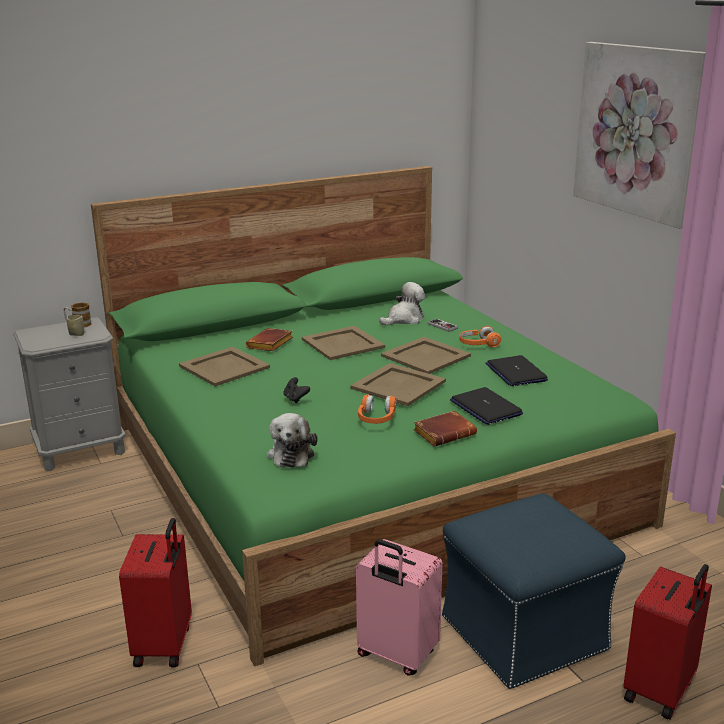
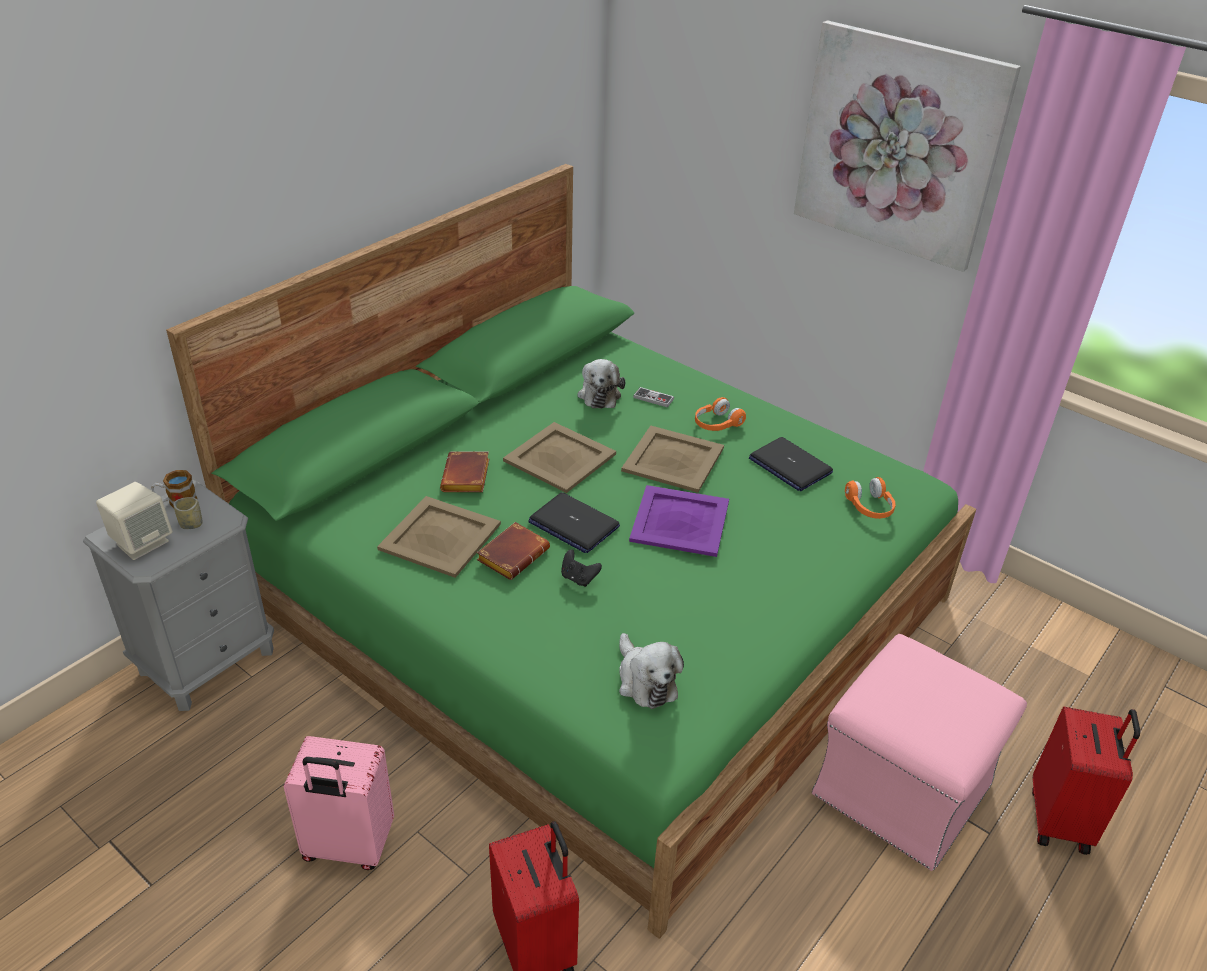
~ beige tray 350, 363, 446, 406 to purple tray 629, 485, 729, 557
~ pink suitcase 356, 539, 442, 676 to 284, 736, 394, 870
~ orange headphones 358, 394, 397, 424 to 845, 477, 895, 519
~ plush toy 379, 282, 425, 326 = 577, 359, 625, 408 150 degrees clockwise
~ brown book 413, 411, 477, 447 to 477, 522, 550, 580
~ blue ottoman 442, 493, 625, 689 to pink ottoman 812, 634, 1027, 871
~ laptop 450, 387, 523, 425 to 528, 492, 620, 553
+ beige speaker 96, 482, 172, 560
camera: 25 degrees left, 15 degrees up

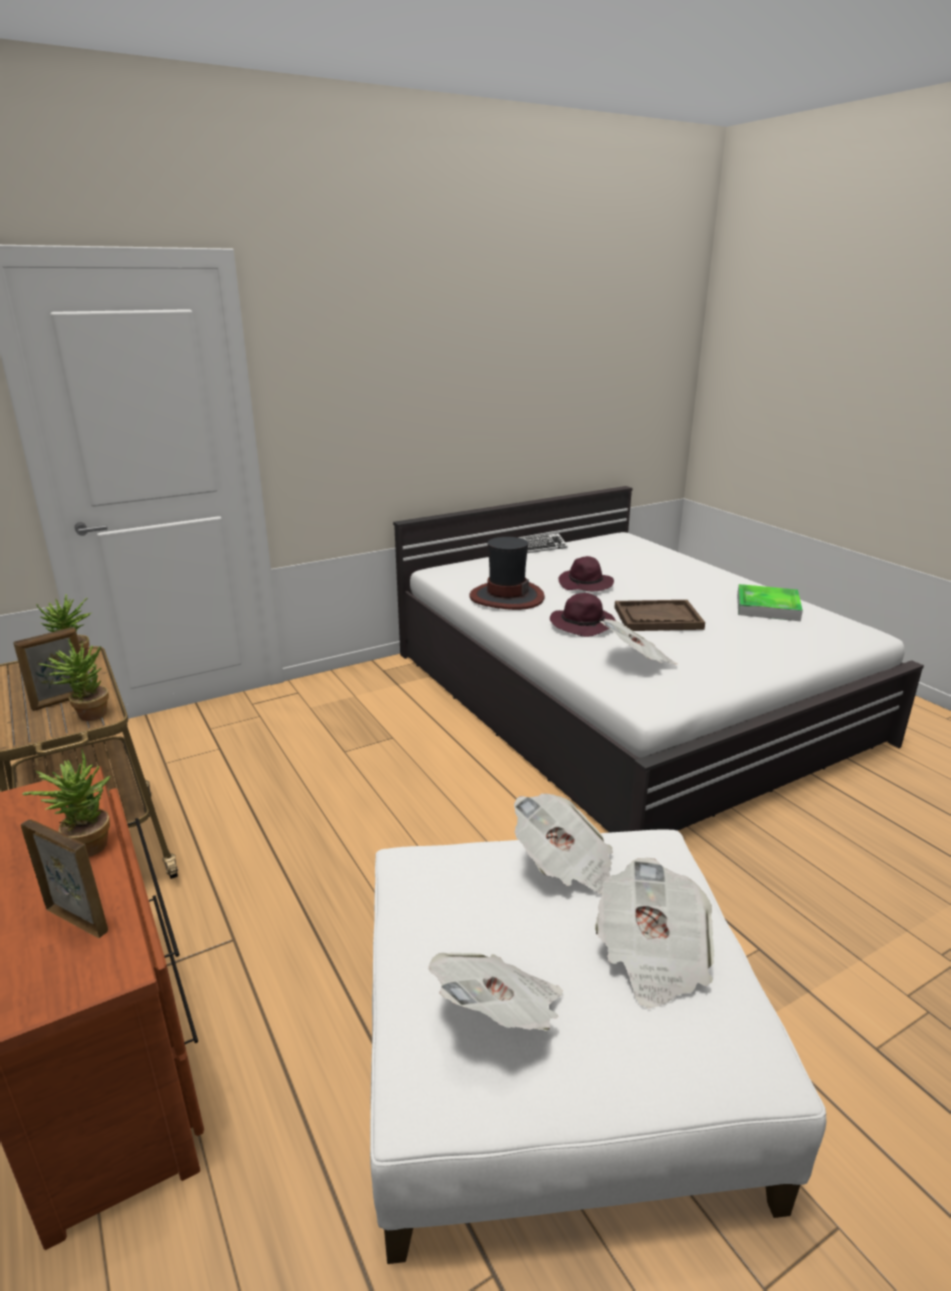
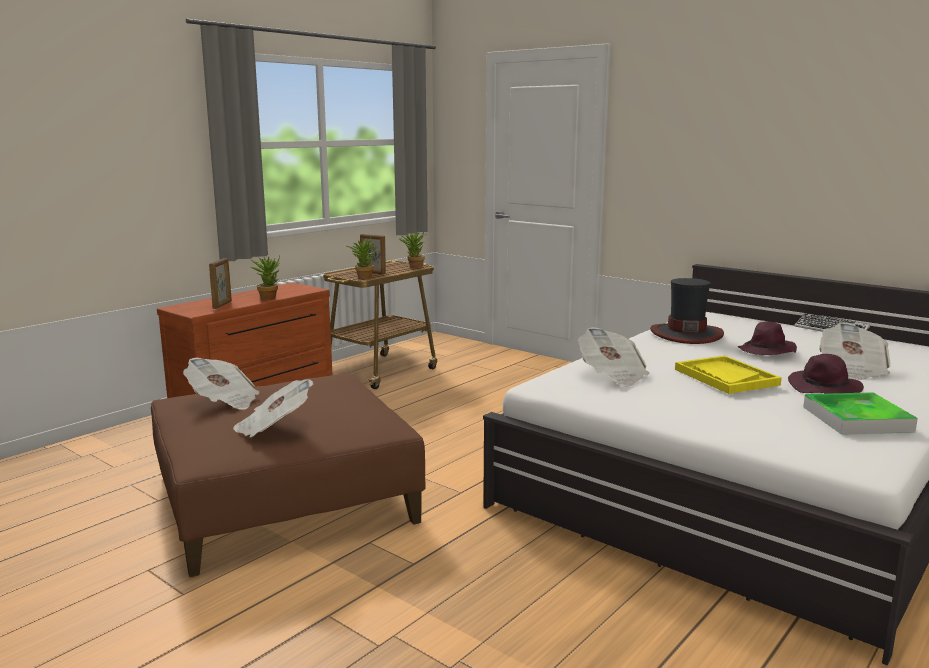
~ white ottoman 370, 830, 826, 1264 to brown ottoman 151, 374, 426, 577
~ newspaper 514, 794, 613, 894 to 819, 323, 891, 380
~ purple hat 550, 593, 616, 637 to 788, 354, 864, 394
~ brown tray 614, 600, 705, 631 to yellow tray 675, 355, 782, 394
camera: 70 degrees right, 10 degrees down

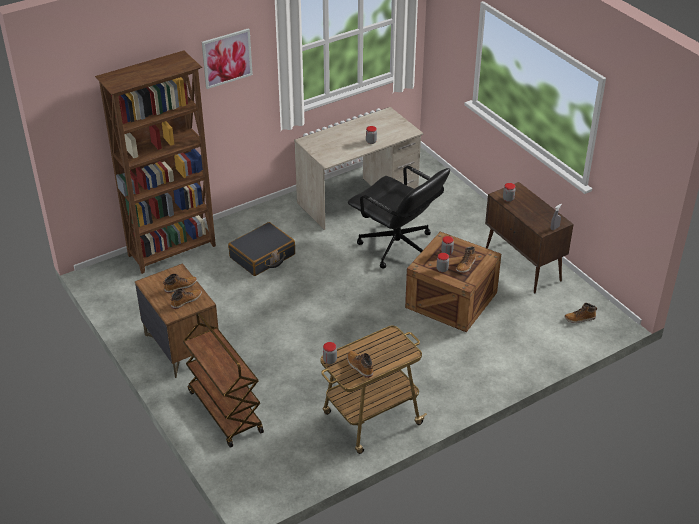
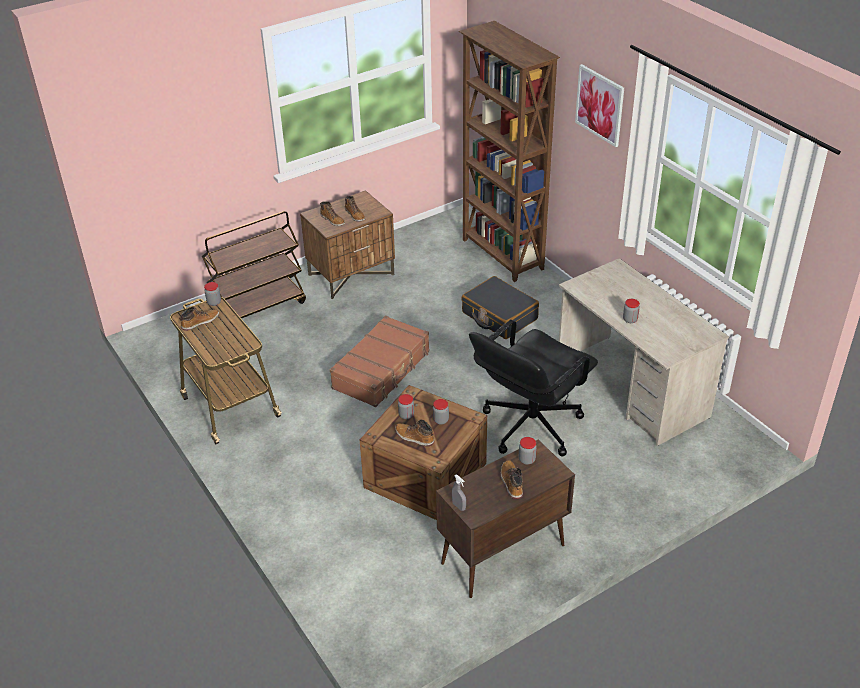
~ boot 564, 303, 597, 323 to 501, 460, 523, 499
+ brown suitcase 330, 316, 430, 407
camera: 90 degrees right, 0 degrees up

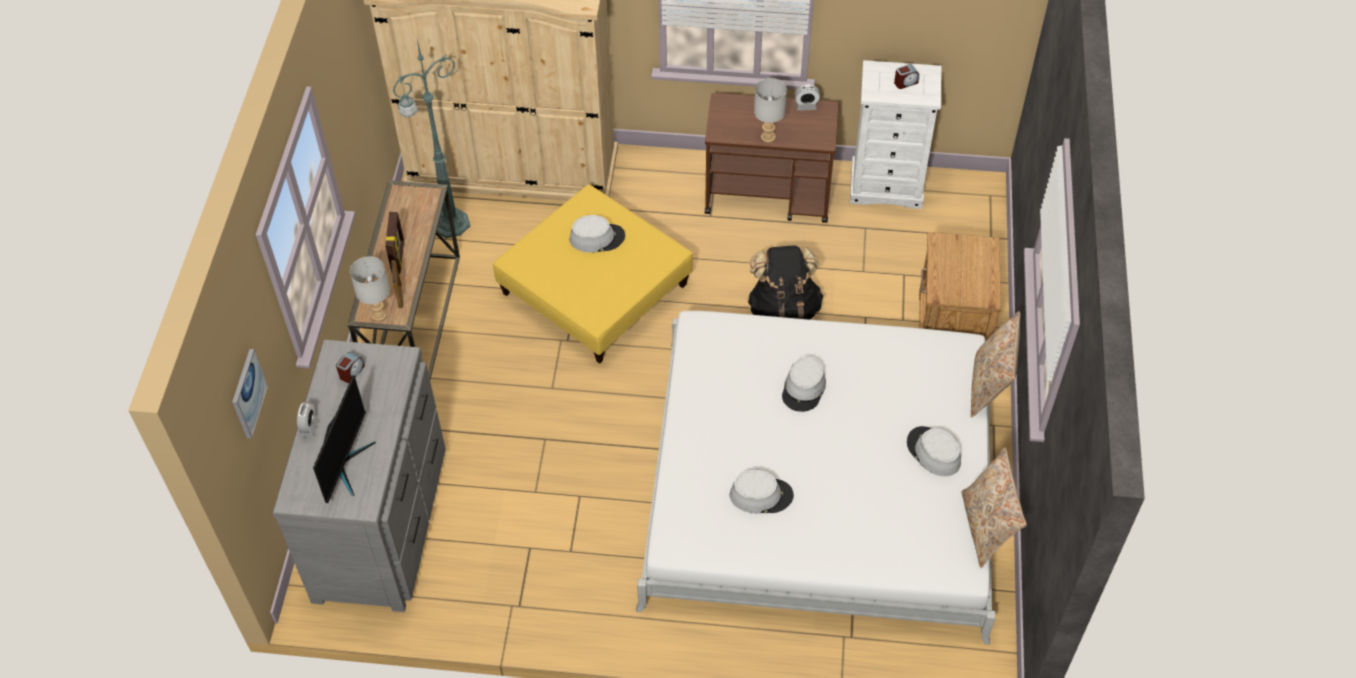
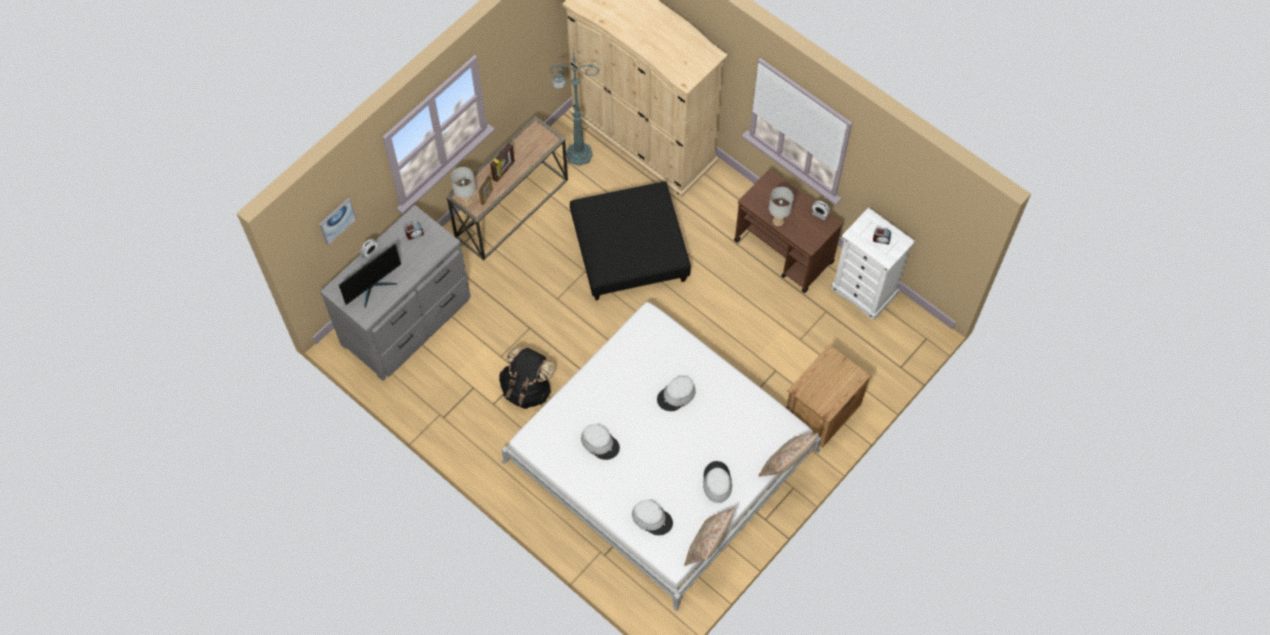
~ yellow ottoman 493, 184, 693, 364 to black ottoman 570, 181, 691, 300
~ grey hat 569, 215, 625, 253 to 632, 500, 673, 535
~ black backpack 747, 245, 824, 320 to 499, 345, 555, 409
camera: 35 degrees right, 10 degrees up

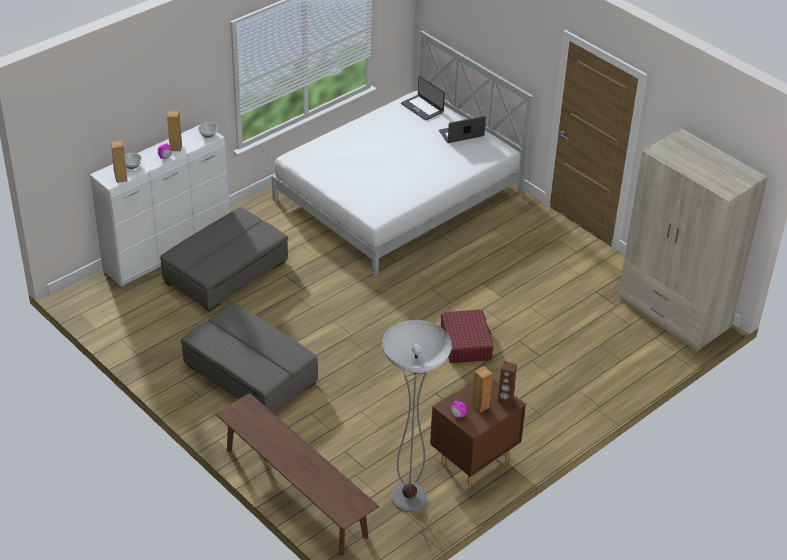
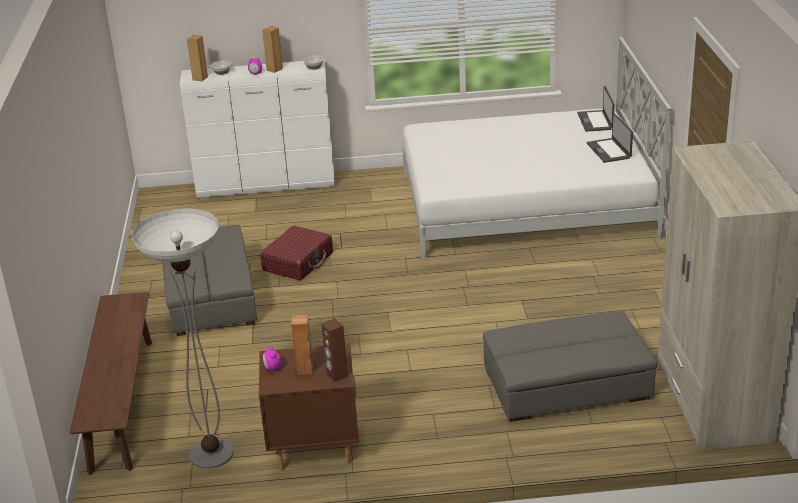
~ grey ottoman 160, 207, 288, 311 to 483, 311, 657, 422
~ laptop 439, 116, 486, 143 = 587, 113, 633, 163 120 degrees counterclockwise
~ red suitcase 441, 309, 494, 363 to 260, 226, 333, 280
camera: 40 degrees right, 10 degrees down

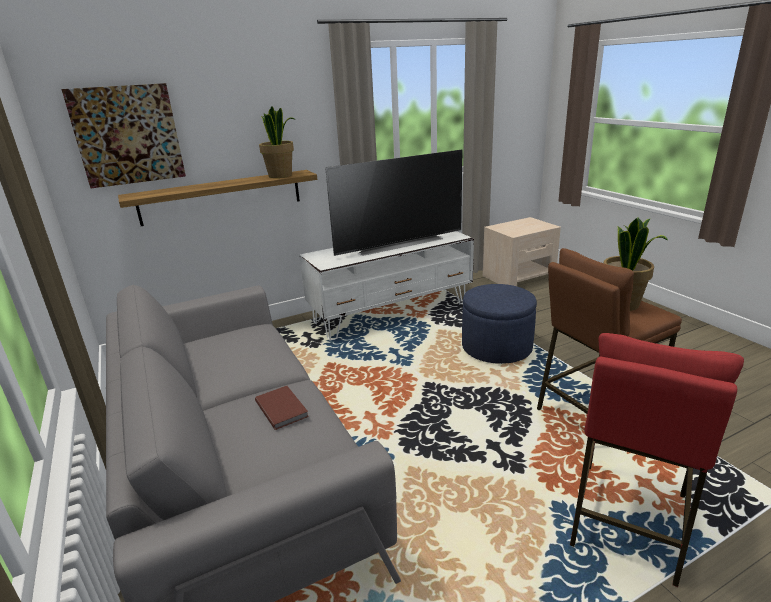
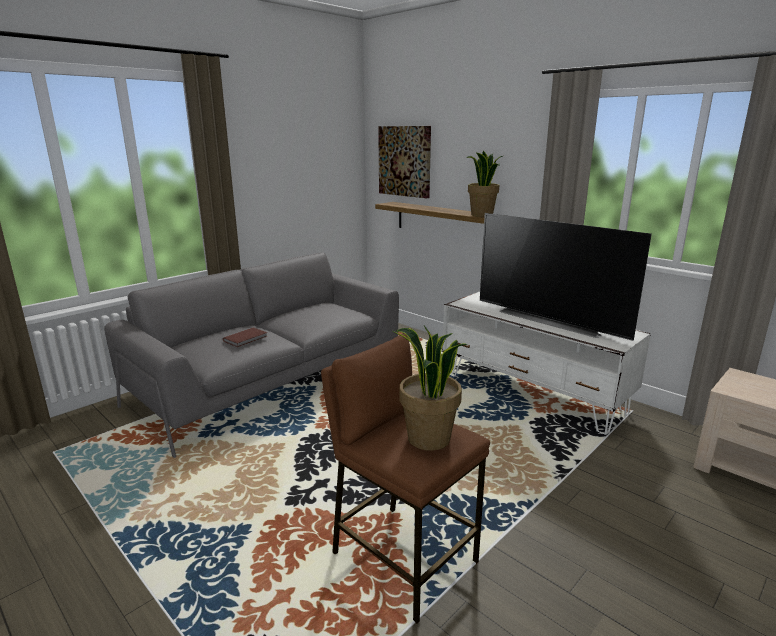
- blue ottoman 462, 284, 537, 364
- red stool 570, 333, 744, 587
camera: 70 degrees right, 5 degrees down

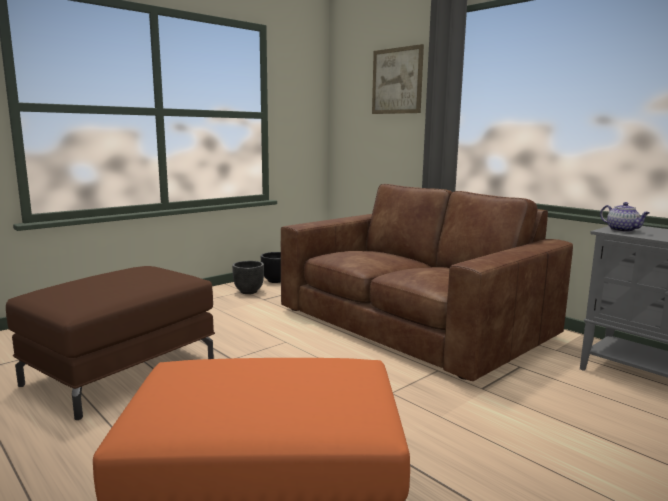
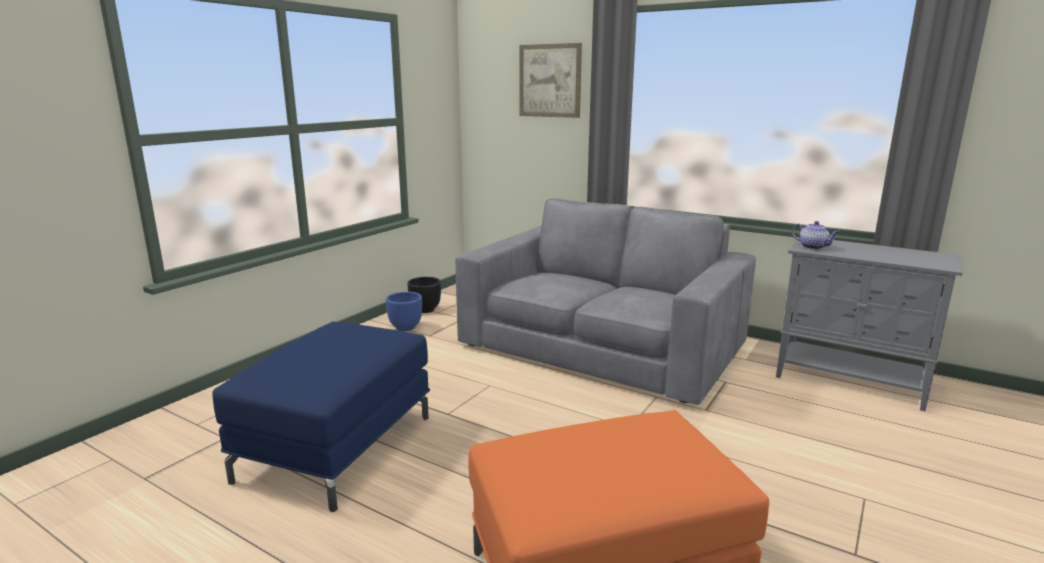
~ brown ottoman 6, 266, 215, 420 to blue ottoman 212, 322, 430, 512
~ black planter 232, 261, 264, 294 to blue planter 386, 292, 422, 331
~ brown sofa 281, 184, 573, 381 to grey sofa 455, 198, 756, 405
camera: 15 degrees left, 5 degrees up

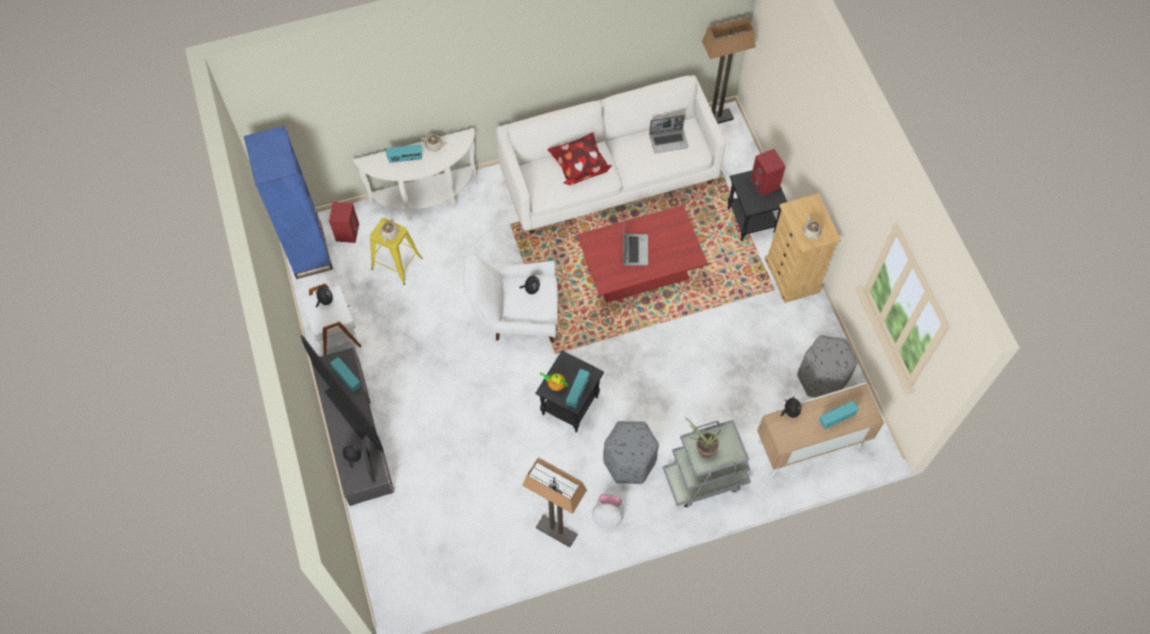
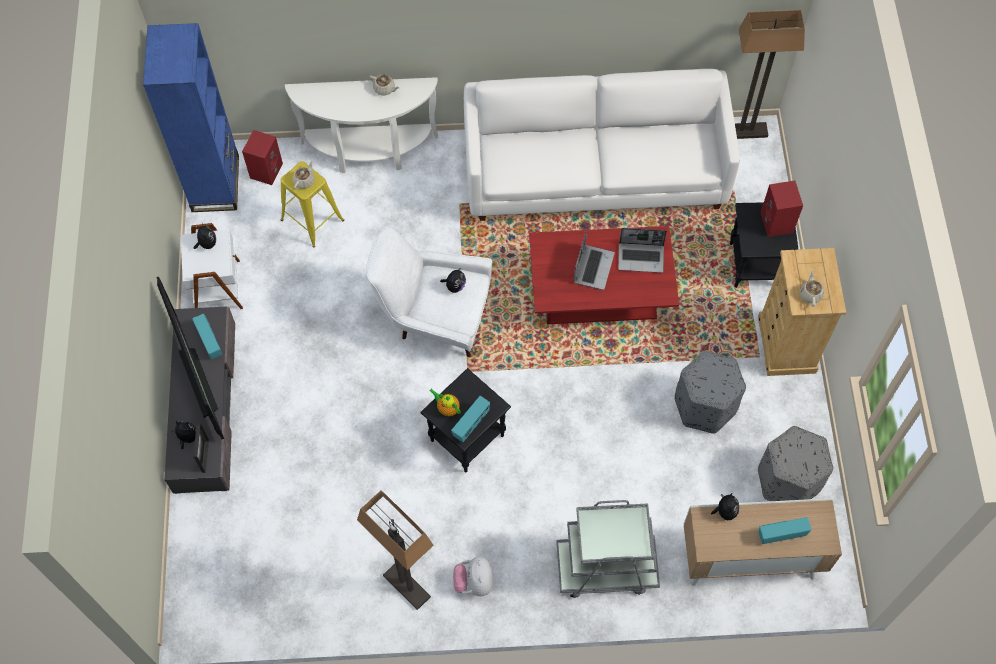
- radio 386, 144, 422, 163
- pillow 547, 132, 612, 185
~ plush toy 592, 494, 623, 528 = 453, 556, 494, 596 120 degrees counterclockwise
~ grey ottoman 603, 421, 659, 484 to 675, 351, 746, 434
~ laptop 649, 115, 688, 153 to 618, 228, 667, 273
- potted plant 685, 418, 720, 457
camera: 15 degrees right, 0 degrees up

